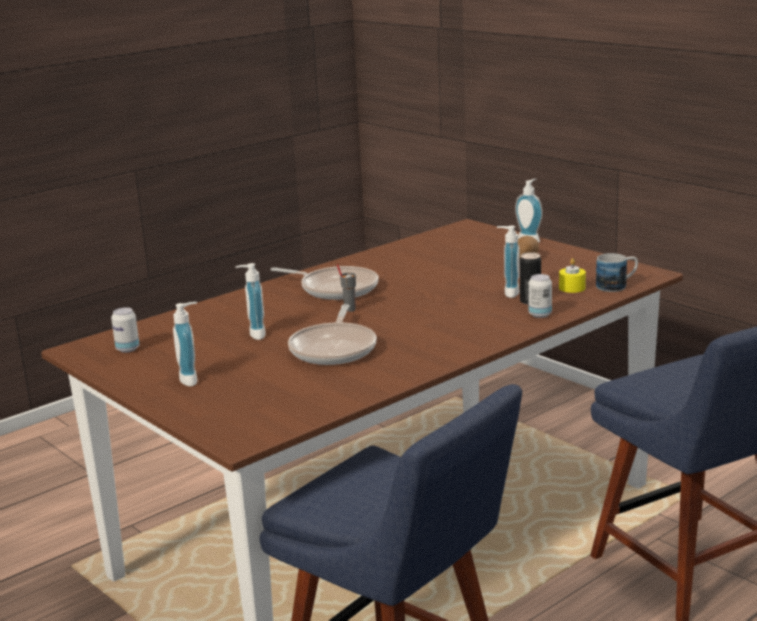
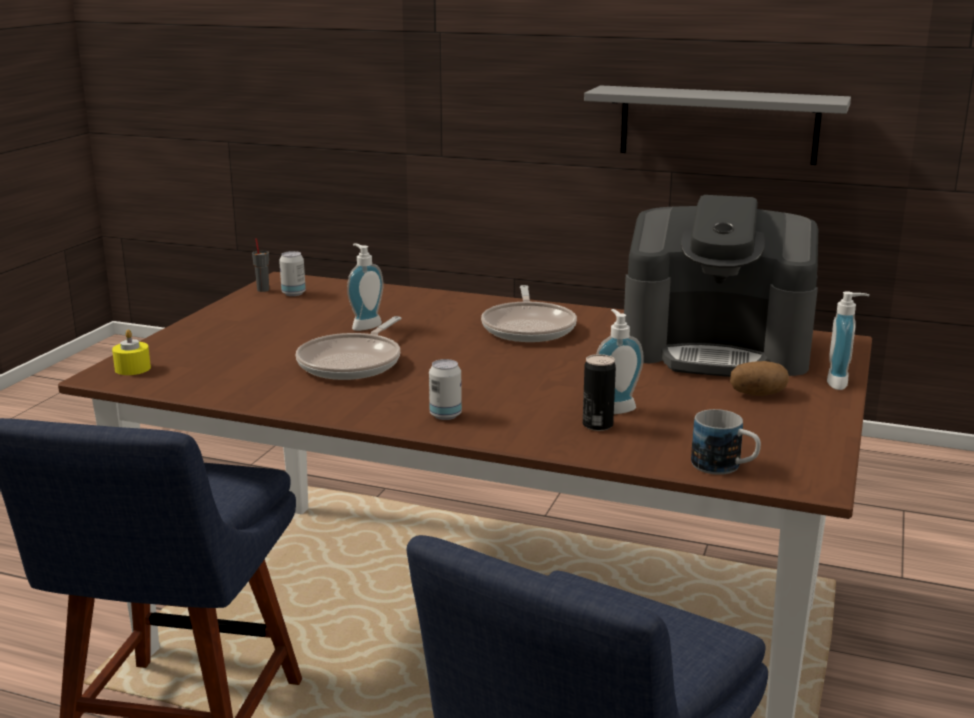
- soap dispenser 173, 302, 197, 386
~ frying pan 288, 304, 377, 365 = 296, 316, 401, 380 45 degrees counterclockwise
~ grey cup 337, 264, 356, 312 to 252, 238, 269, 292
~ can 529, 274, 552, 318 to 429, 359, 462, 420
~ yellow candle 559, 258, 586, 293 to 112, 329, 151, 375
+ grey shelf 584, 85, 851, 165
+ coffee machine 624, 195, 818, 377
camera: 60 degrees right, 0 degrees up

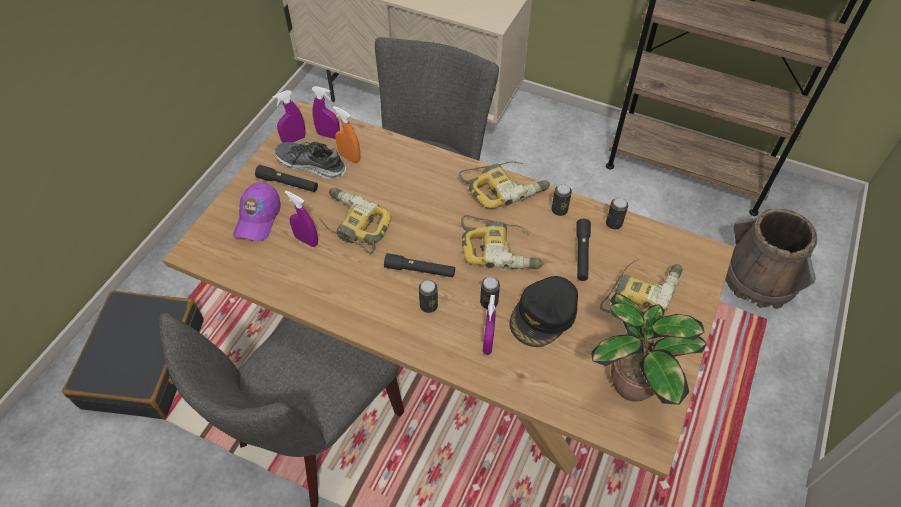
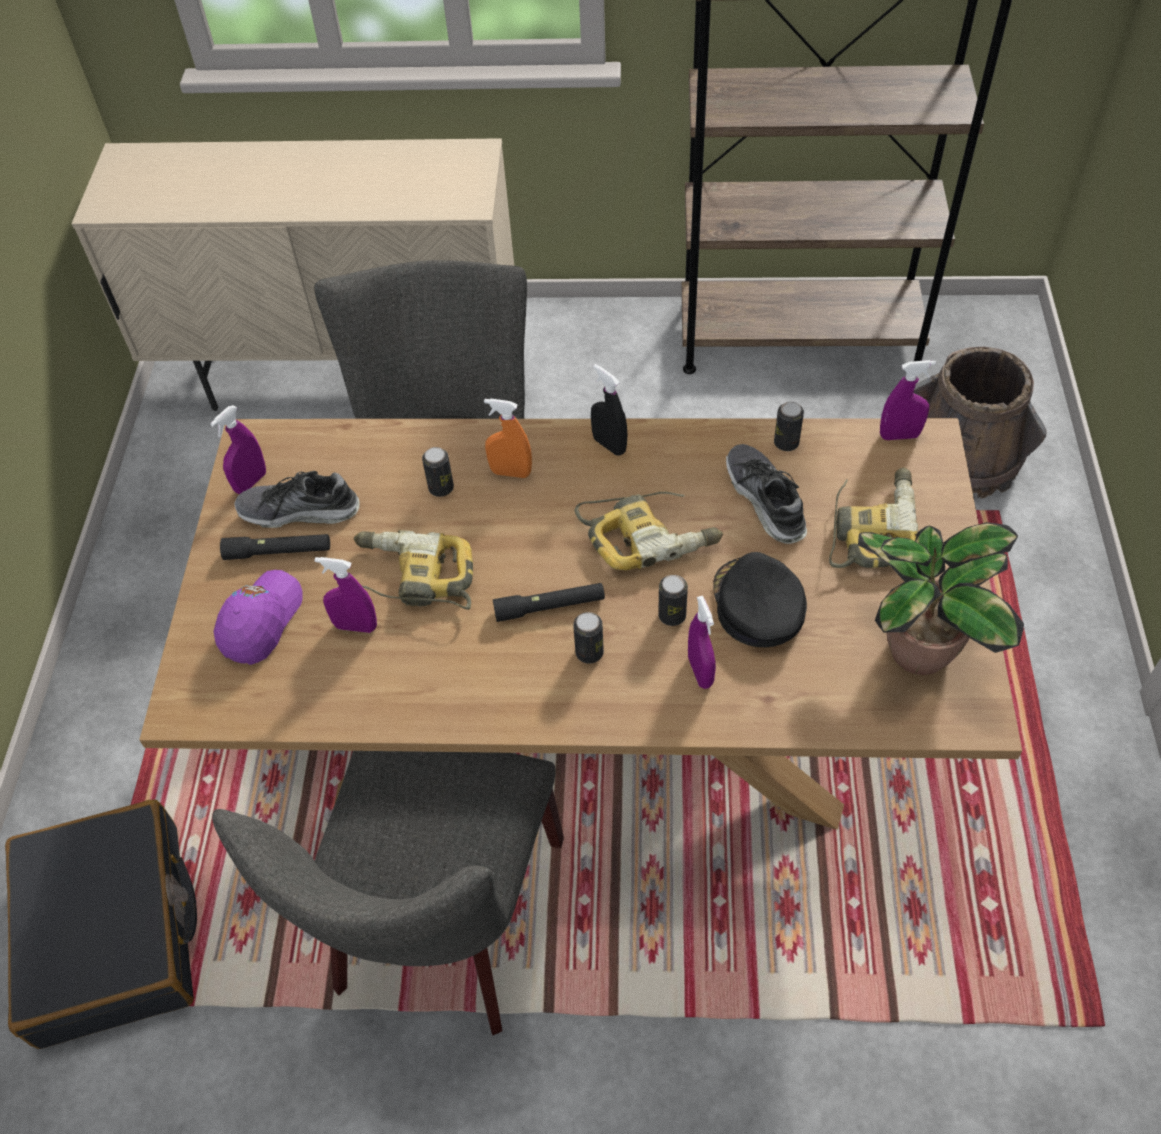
~ purple cap 233, 183, 281, 241 = 214, 570, 303, 665 150 degrees counterclockwise
~ purple spray bottle 312, 86, 340, 139 to 880, 360, 936, 440
~ orange spray bottle 333, 106, 361, 163 to 484, 398, 532, 478
~ power drill 459, 161, 550, 208 to black spray bottle 591, 364, 627, 455
~ black cap 510, 276, 578, 347 = 713, 552, 807, 647 150 degrees clockwise
~ can 551, 184, 572, 216 to 422, 447, 454, 497
~ black flashlight 576, 219, 591, 281 to shoe 726, 444, 807, 544
camera: 20 degrees left, 0 degrees up

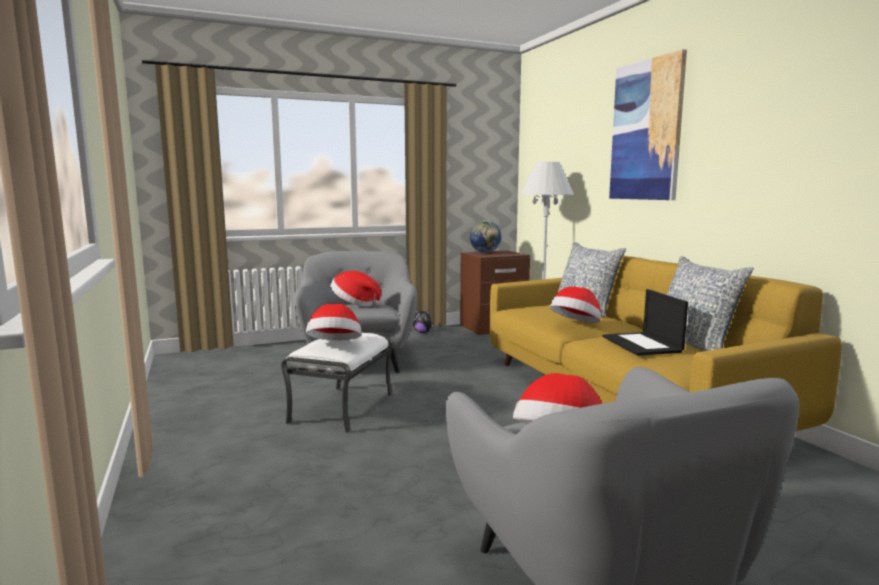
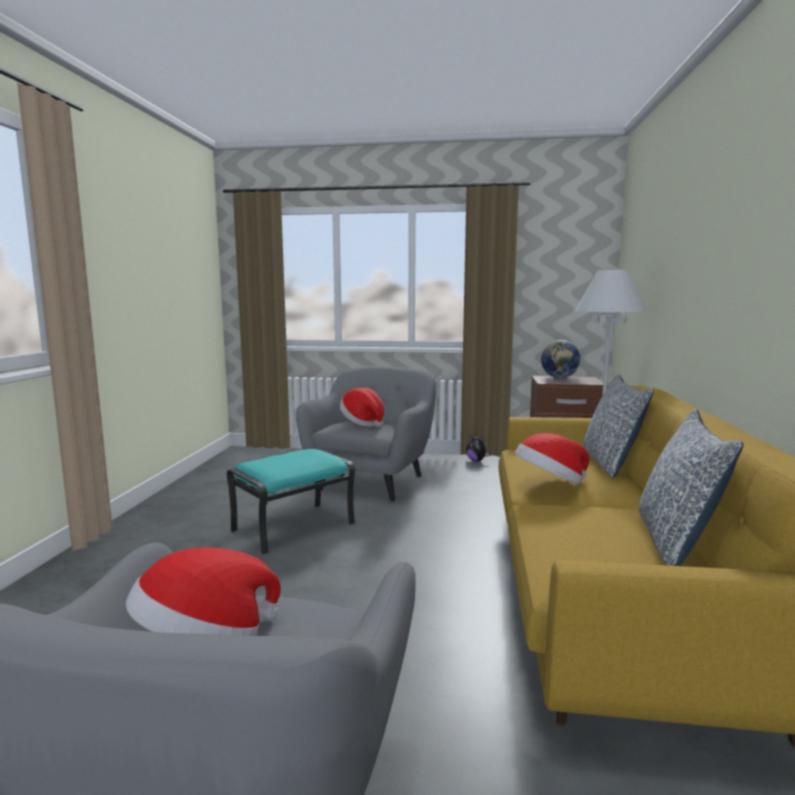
~ white ottoman 281, 333, 393, 433 to turquoise ottoman 227, 449, 355, 555
- hat 306, 304, 362, 340
- laptop 602, 289, 688, 356
- picture 609, 49, 687, 200
camera: 30 degrees right, 0 degrees up

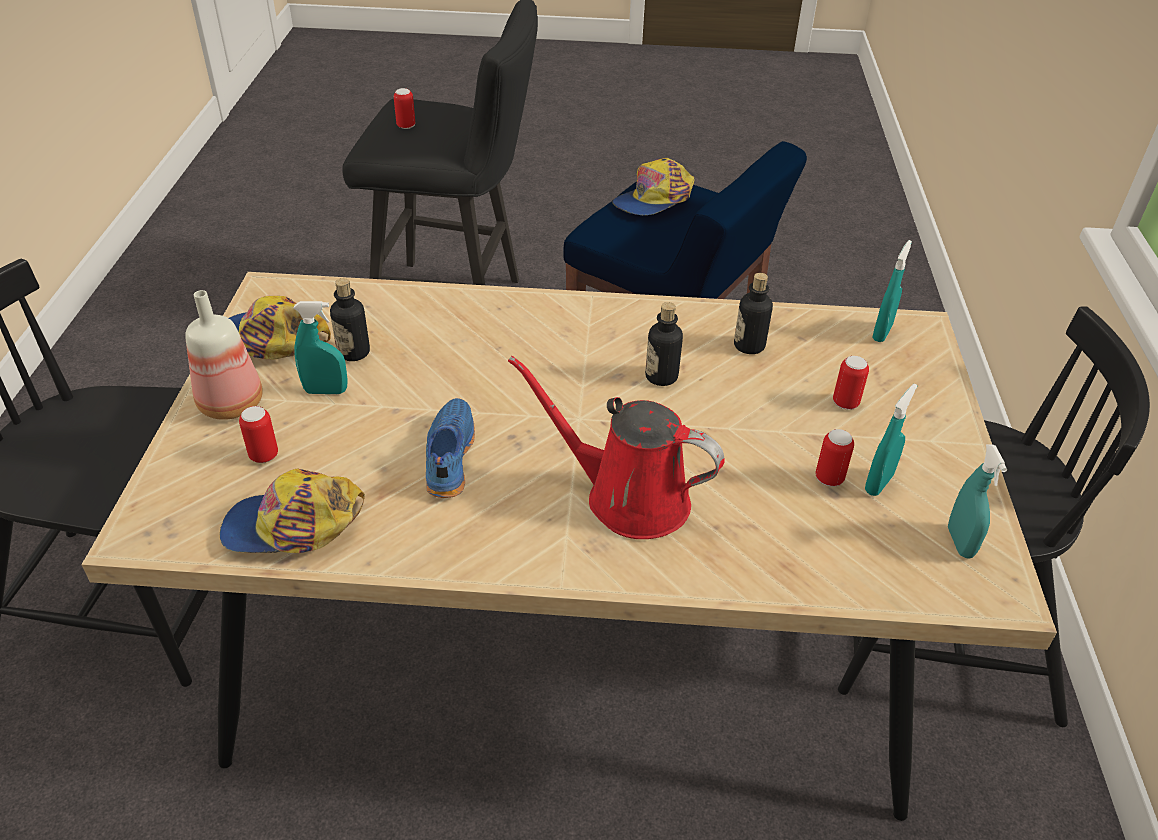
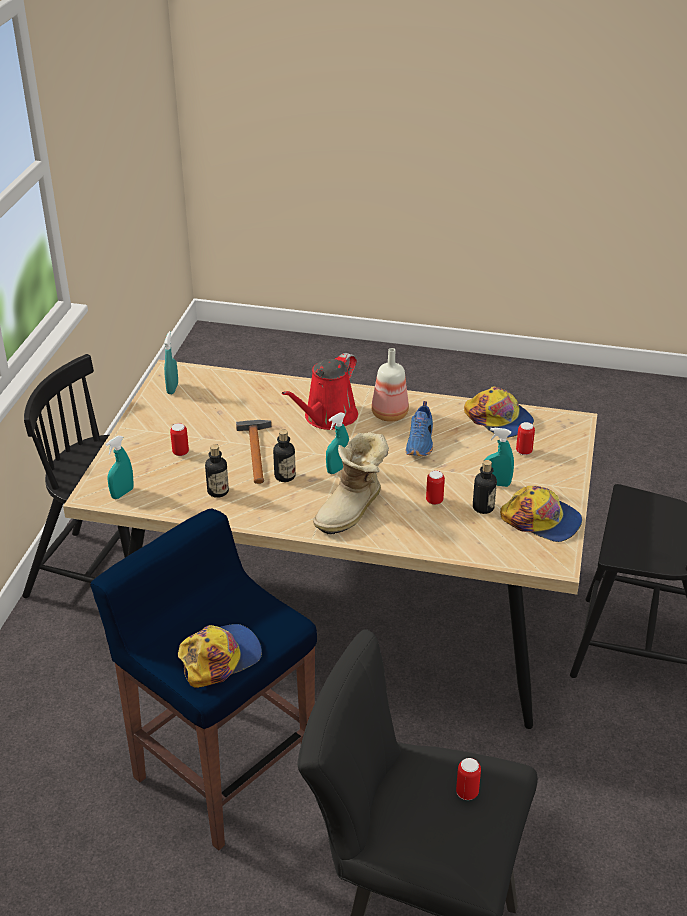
~ bottle 185, 290, 263, 420 to 371, 348, 409, 422
~ cap 220, 469, 365, 553 = 464, 387, 534, 438 45 degrees clockwise
~ red watering can 508, 356, 725, 539 = 282, 353, 358, 430 90 degrees clockwise
~ can 816, 429, 854, 487 to 426, 470, 445, 505
~ turquoise spray bottle 865, 384, 917, 496 to 326, 412, 349, 474
+ hammer 236, 420, 272, 484
+ boot 313, 432, 389, 535
camera: 170 degrees left, 5 degrees down

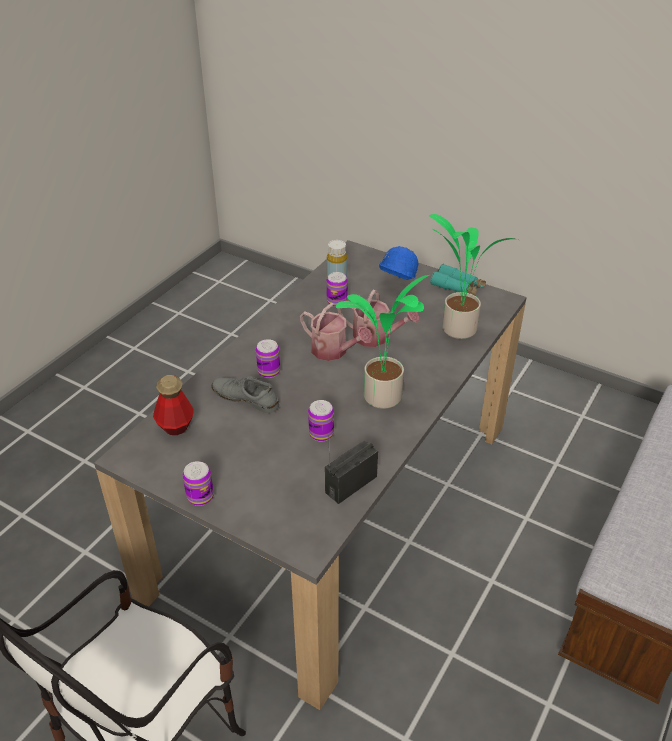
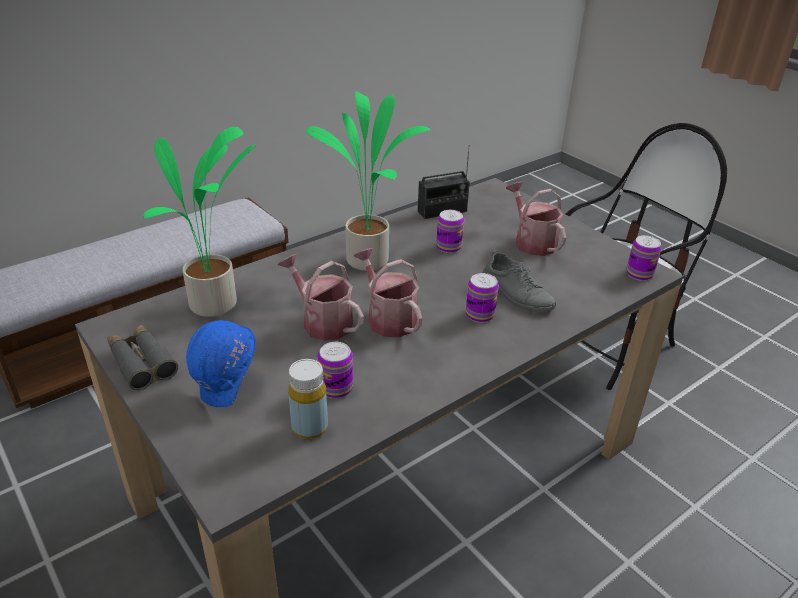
- bottle 153, 375, 194, 435
~ can 182, 461, 214, 506 to 627, 235, 662, 281
~ turquoise binoculars 430, 264, 486, 296 to grey binoculars 107, 325, 178, 390
+ watering can 506, 182, 567, 256
camera: 160 degrees left, 5 degrees down

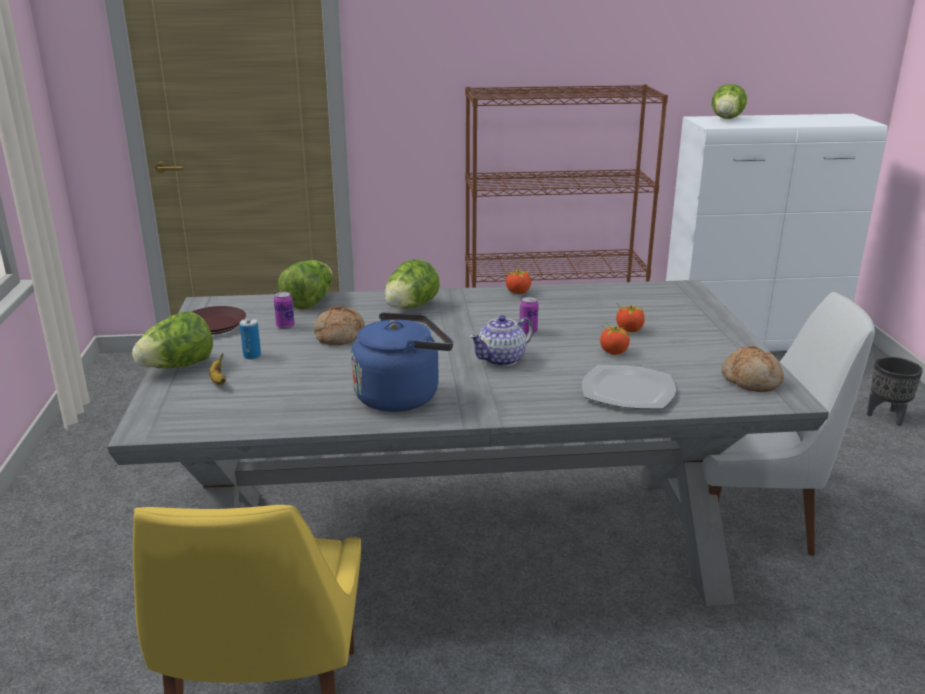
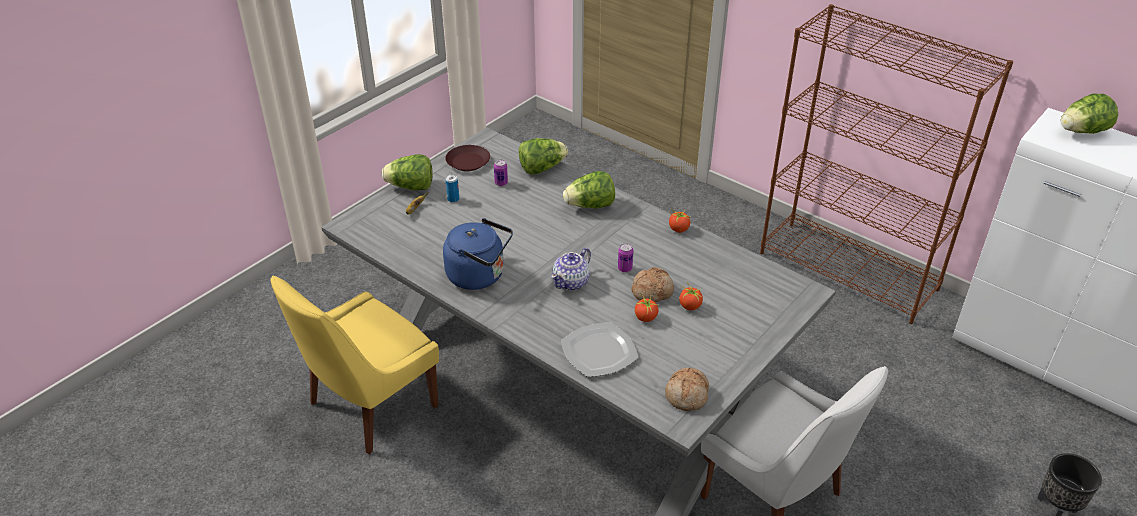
~ bread 314, 306, 365, 345 to 631, 267, 674, 302
~ teapot 469, 315, 533, 367 = 551, 248, 591, 290 60 degrees counterclockwise
camera: 45 degrees right, 15 degrees up

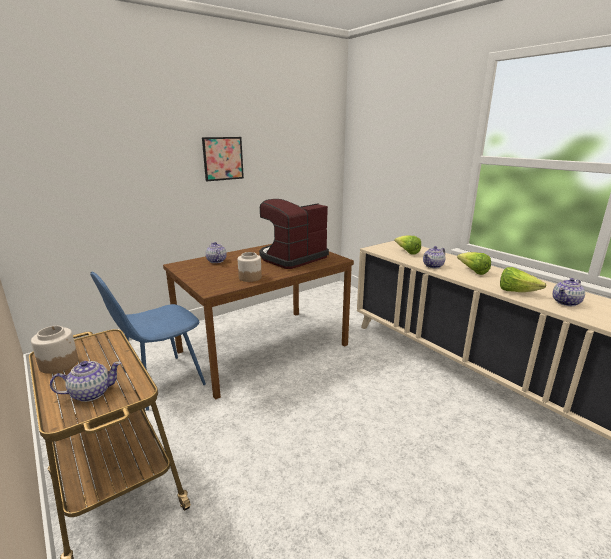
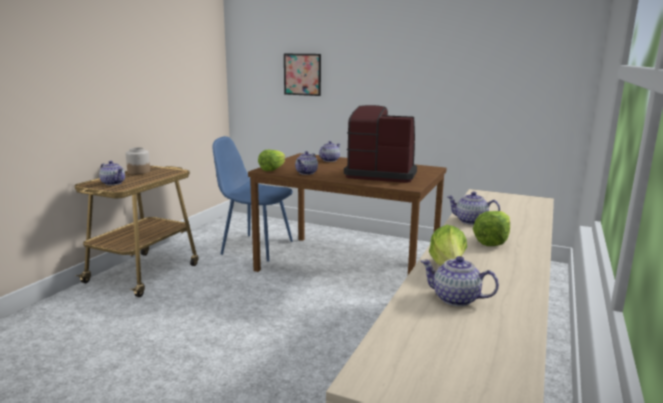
~ picture 202, 137, 244, 181 to 284, 54, 321, 96
~ jar 238, 252, 262, 282 to teapot 295, 151, 318, 175
~ lettuce 394, 235, 421, 255 to 258, 150, 285, 171
camera: 60 degrees right, 5 degrees down

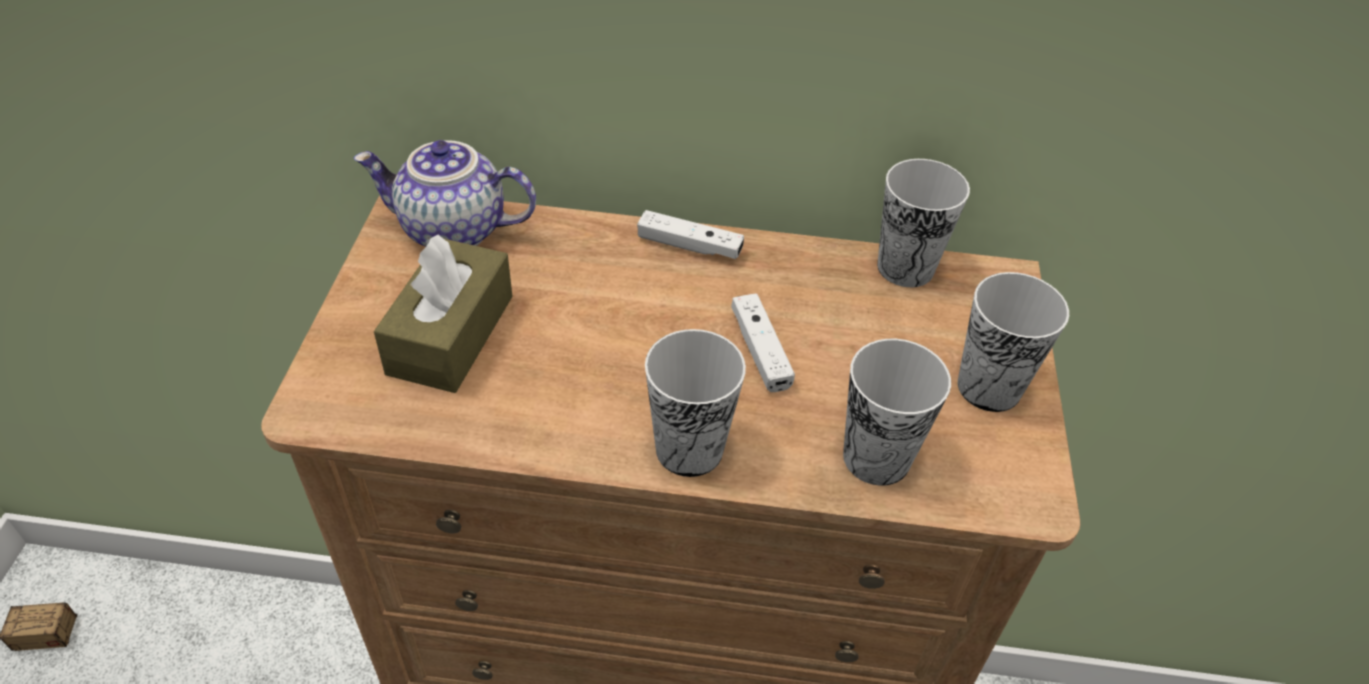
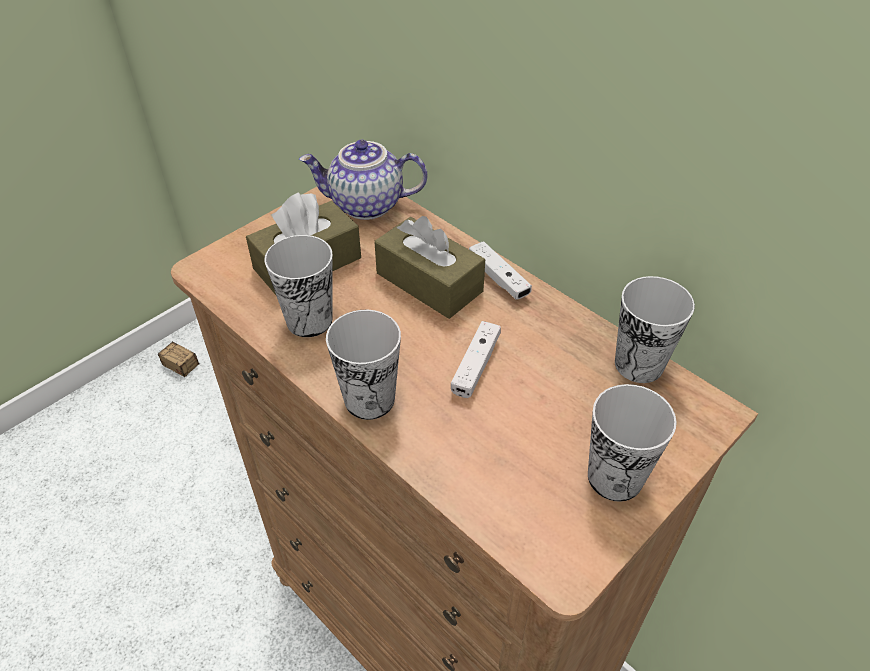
~ teapot 354, 140, 536, 246 = 299, 140, 427, 220 45 degrees counterclockwise
~ cup 843, 339, 951, 486 to 264, 235, 333, 337
+ brown tissue box 374, 216, 485, 319
camera: 40 degrees right, 0 degrees up

